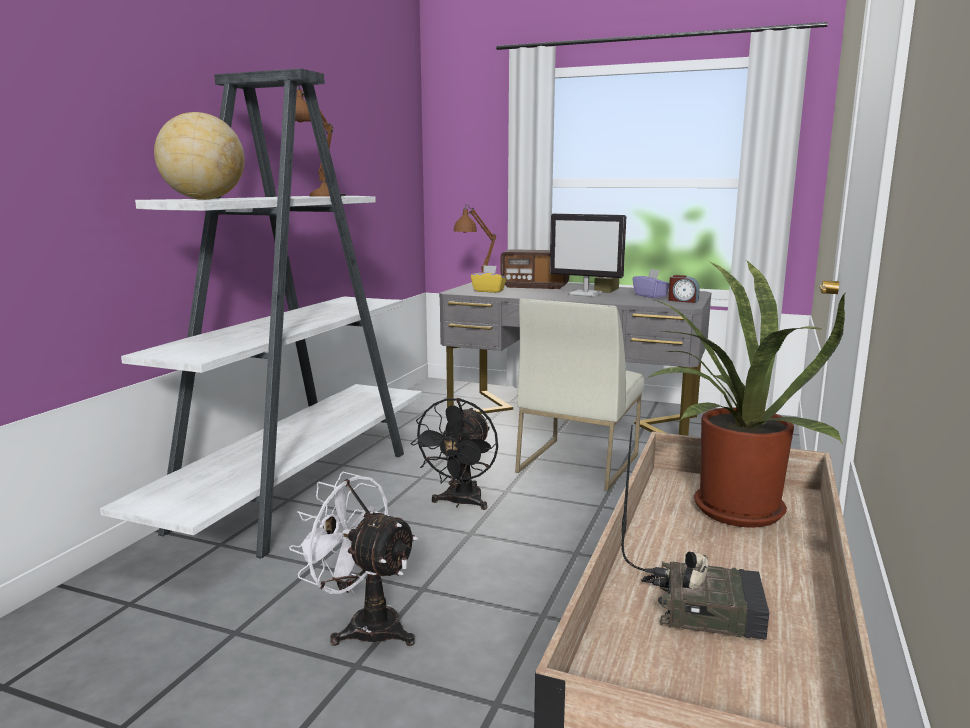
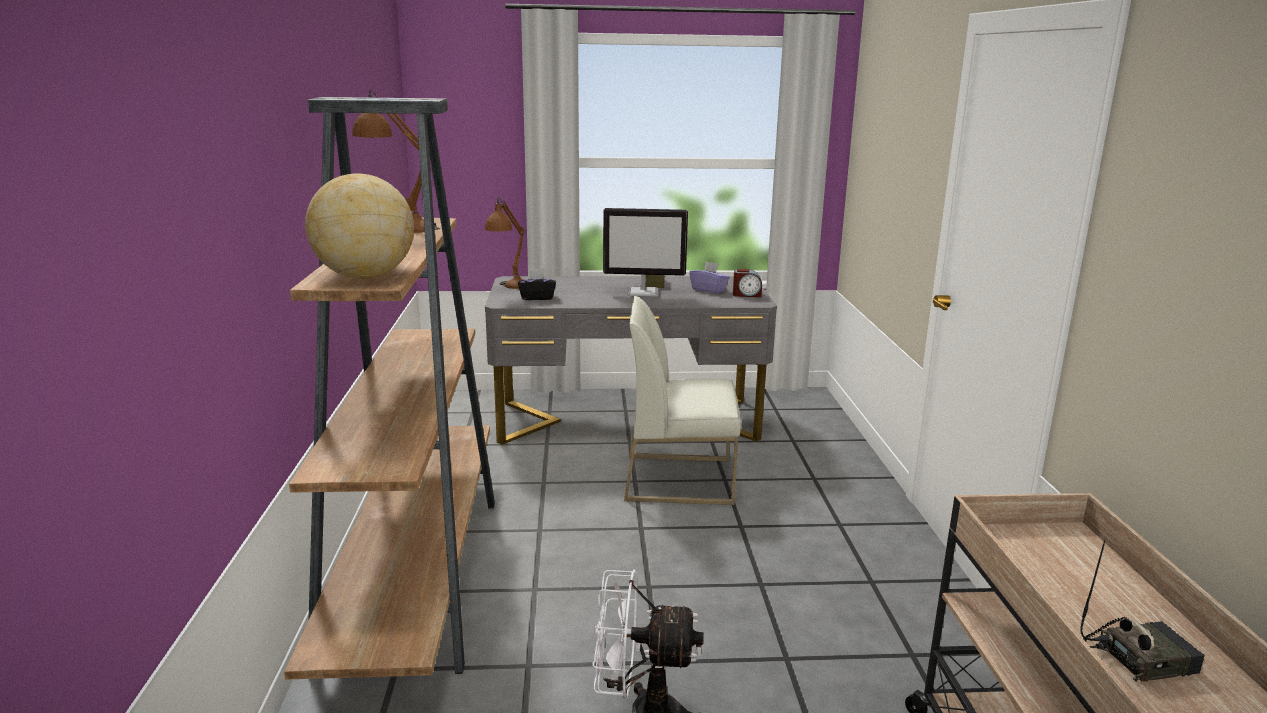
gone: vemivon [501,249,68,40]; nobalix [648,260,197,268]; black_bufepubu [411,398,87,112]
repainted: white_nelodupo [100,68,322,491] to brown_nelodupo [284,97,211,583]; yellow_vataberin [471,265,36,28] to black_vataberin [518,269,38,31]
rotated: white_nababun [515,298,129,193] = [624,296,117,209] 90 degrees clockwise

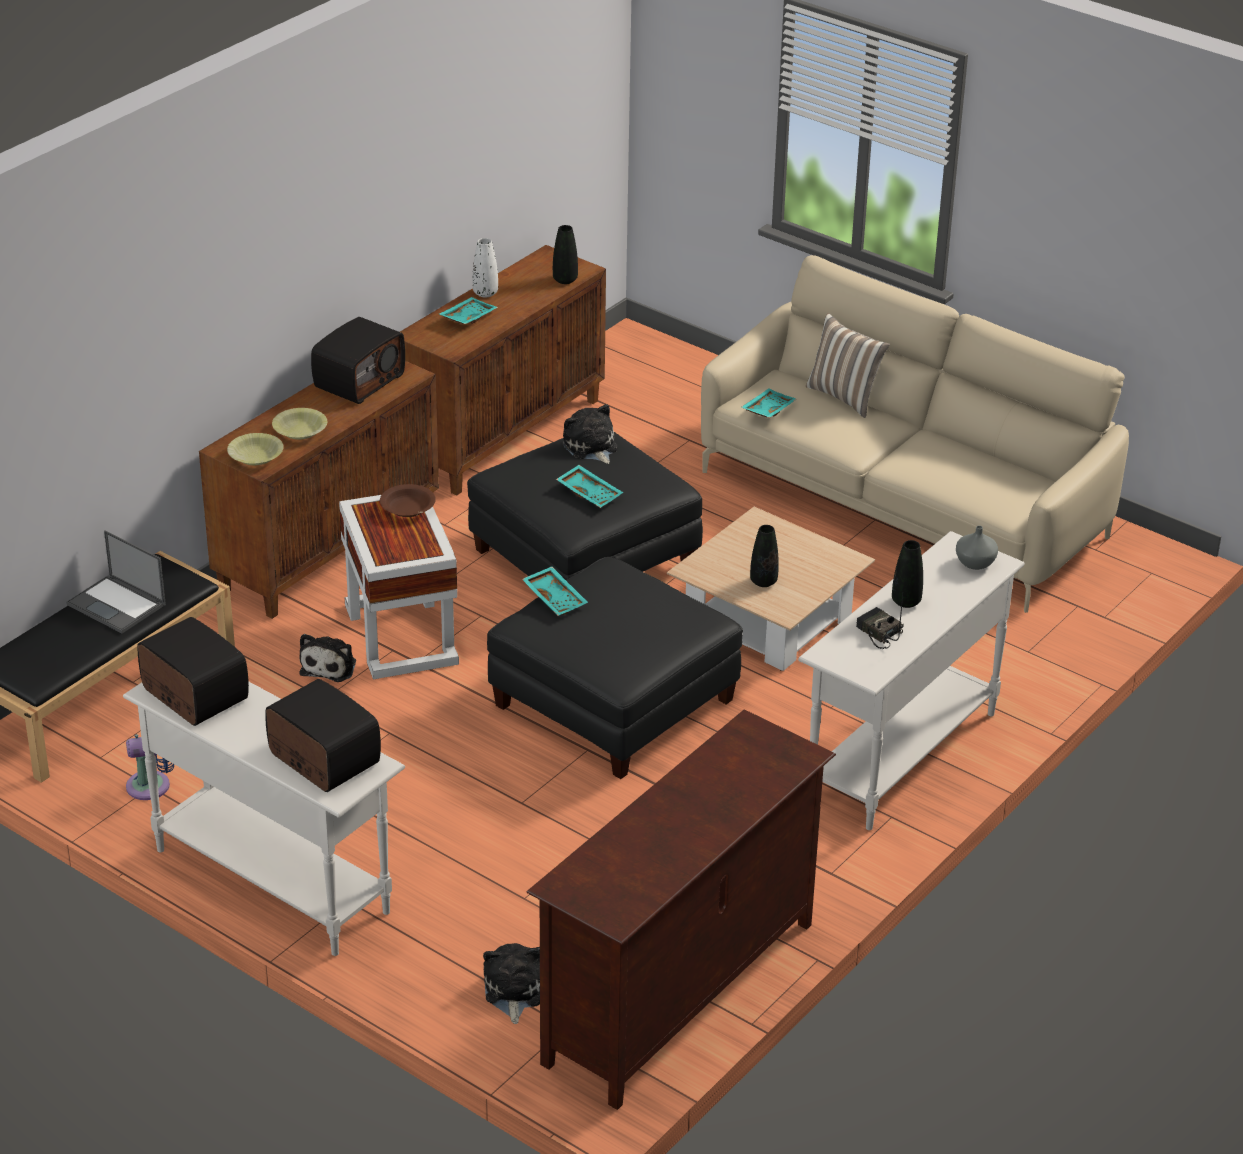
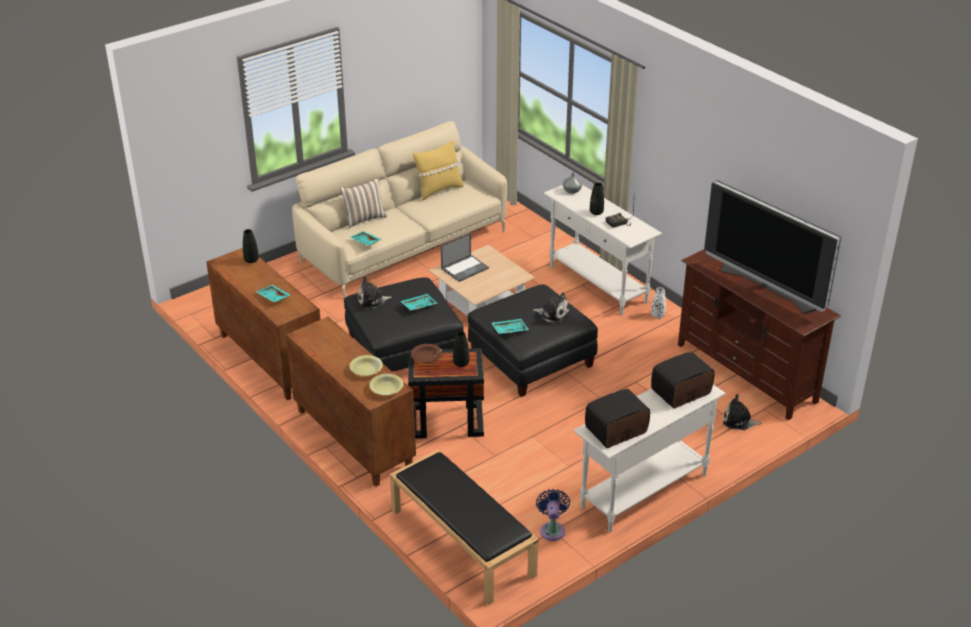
gone: vemivon [311,317,94,87]
new: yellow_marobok [413,140,51,60]; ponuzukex [704,180,137,133]
shifted: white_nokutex [473,238,25,60] to [651,287,15,32]; black_nokutex [750,525,29,62] to [453,331,16,36]; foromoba [66,530,100,103] to [441,233,48,49]; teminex [299,634,57,48] to [533,292,37,32]
repainted: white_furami [339,495,120,184] to black_furami [408,348,76,91]

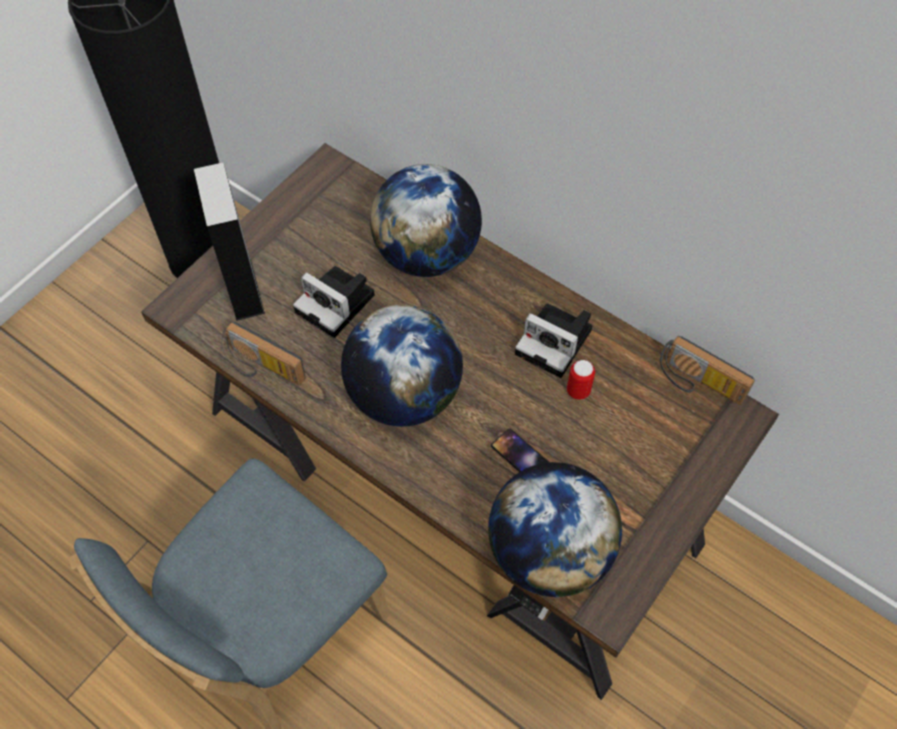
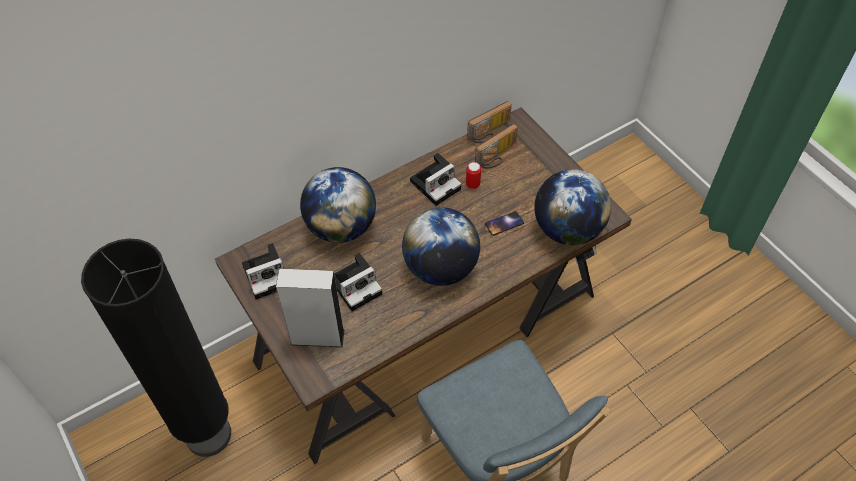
new: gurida [242,243,42,56]
shifted: vemivon [221,322,85,63] to [475,124,43,45]

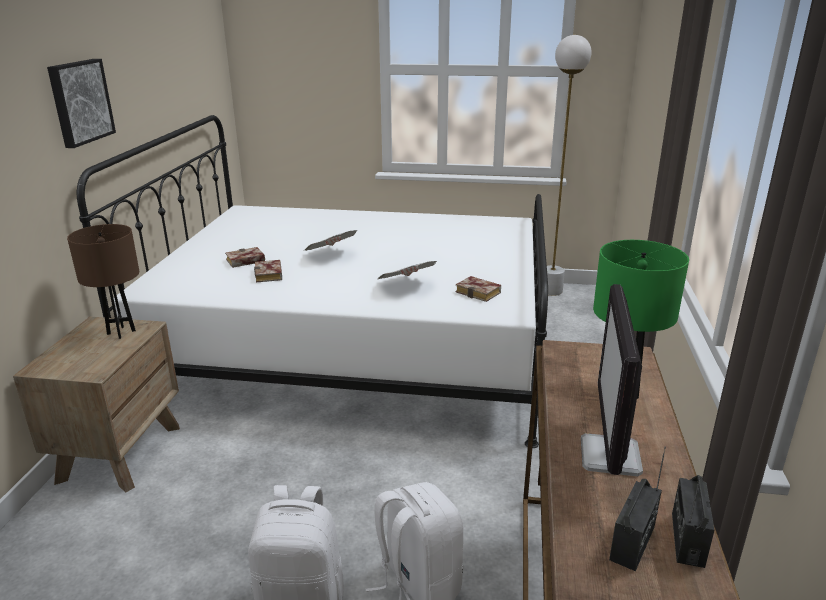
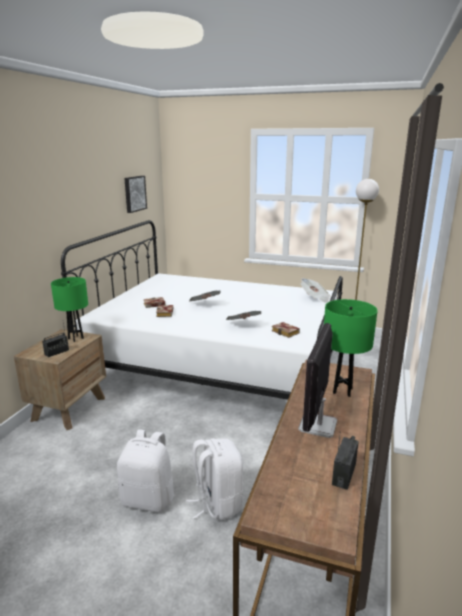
new: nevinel [301,278,30,25]
shifted: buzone [47,59,69,89] to [124,176,23,37]; vemivon [609,447,57,124] to [42,323,27,34]
repainted: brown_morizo [67,224,72,115] to green_morizo [51,277,37,65]

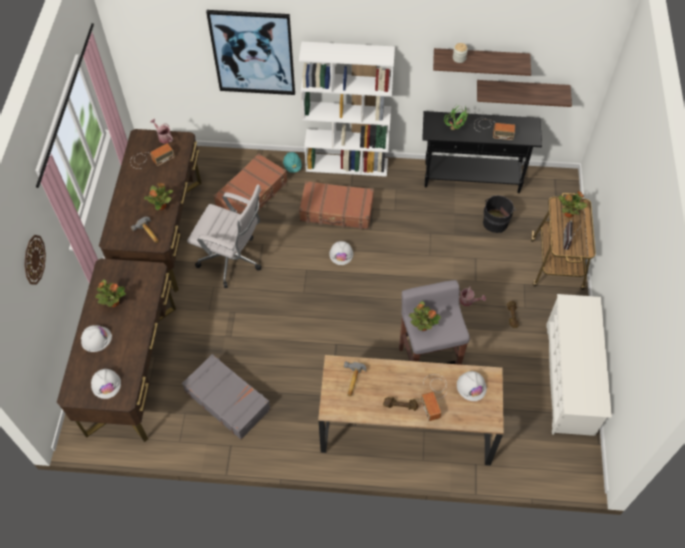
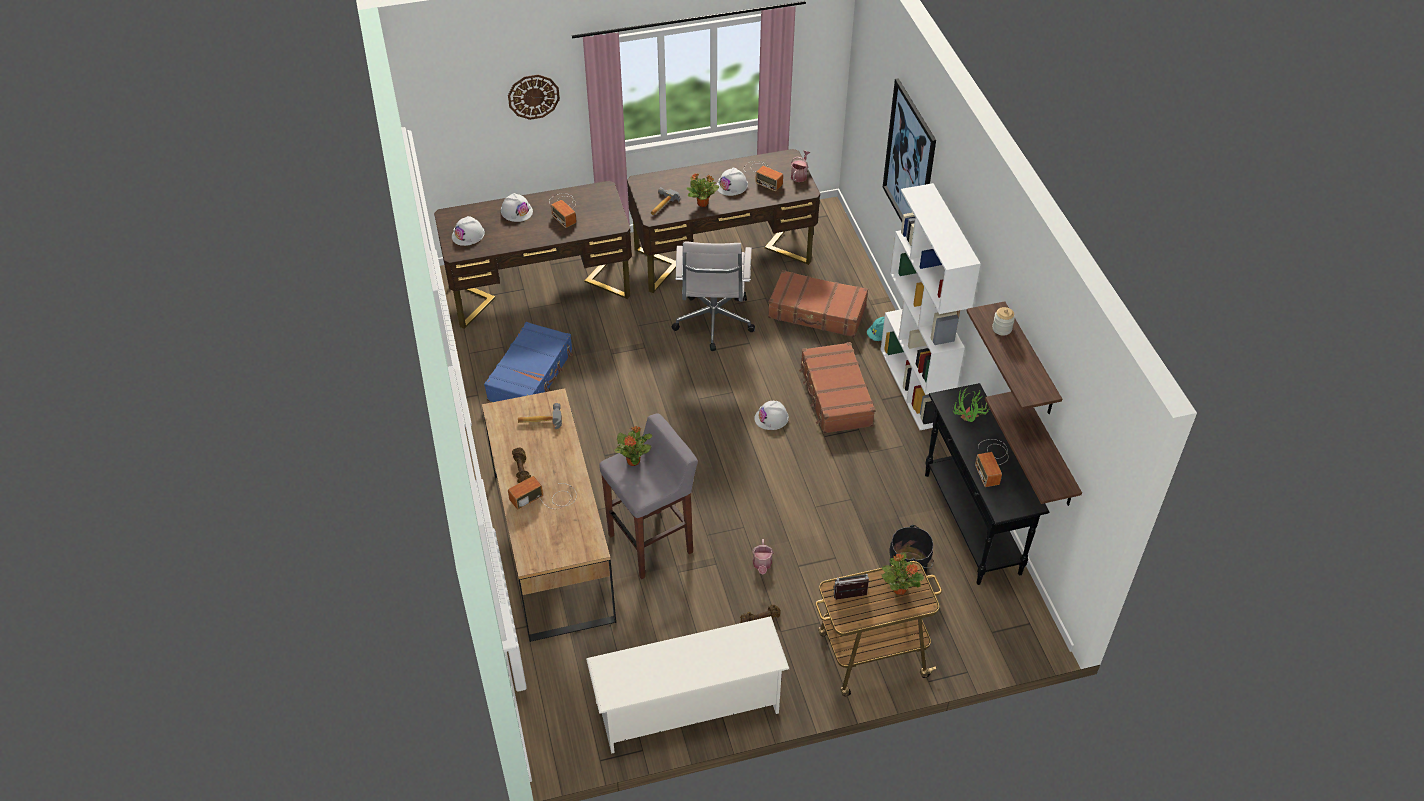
shifted: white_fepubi [457,371,30,30] to [717,168,31,28]
swapped: nobalix [95,279,31,28] to vemivon [549,193,27,35]
repainted: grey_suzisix [182,354,89,86] to blue_suzisix [484,322,89,80]

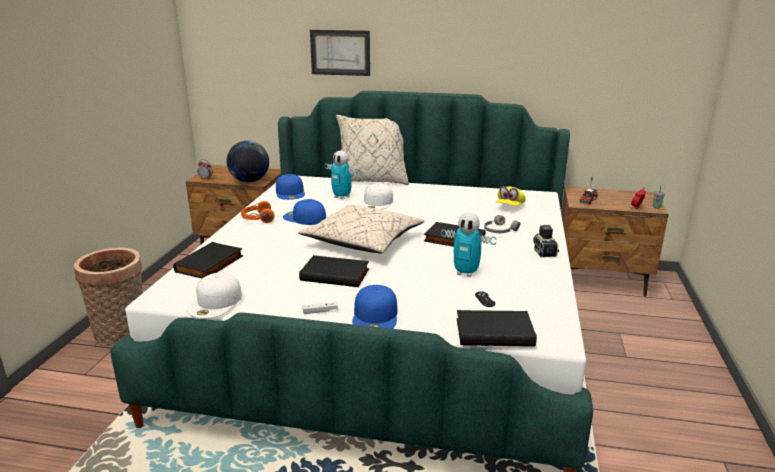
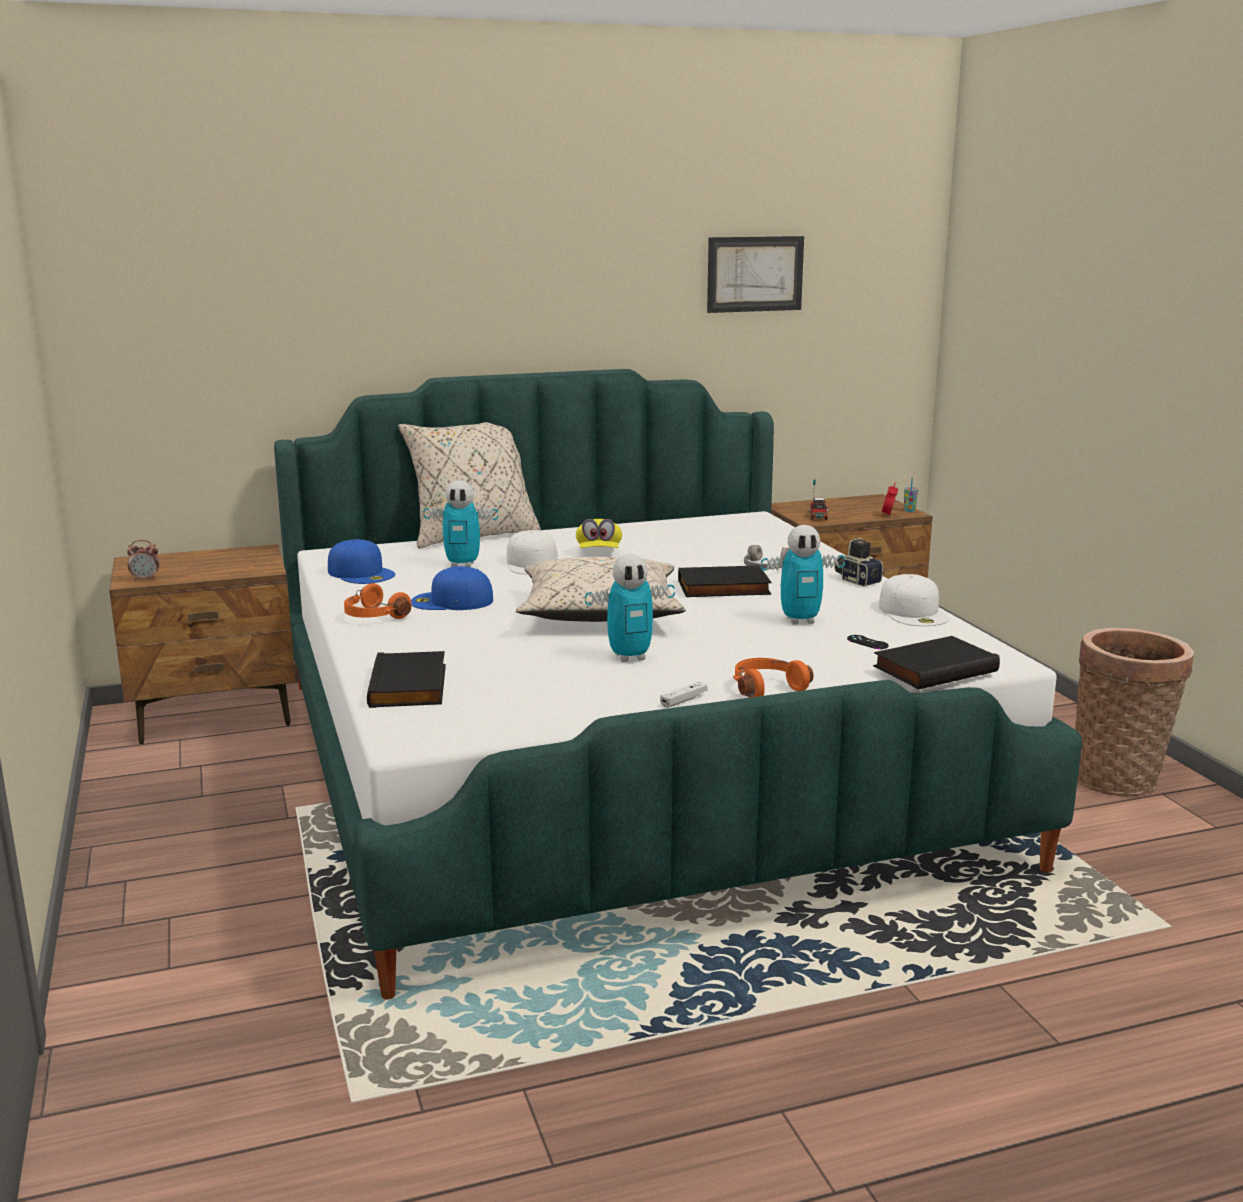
gone: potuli [227,141,42,41]
shifted: buzone [310,30,60,46] to [707,236,97,77]; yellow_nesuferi [496,186,30,20] to [576,519,46,29]; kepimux [74,248,69,98] to [1075,628,119,168]; white_nesuferi [187,273,55,45] to [879,574,70,52]
swapped: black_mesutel [299,255,70,32] to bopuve [585,554,90,108]; blue_nesuferi [352,285,46,44] to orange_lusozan [733,658,81,40]

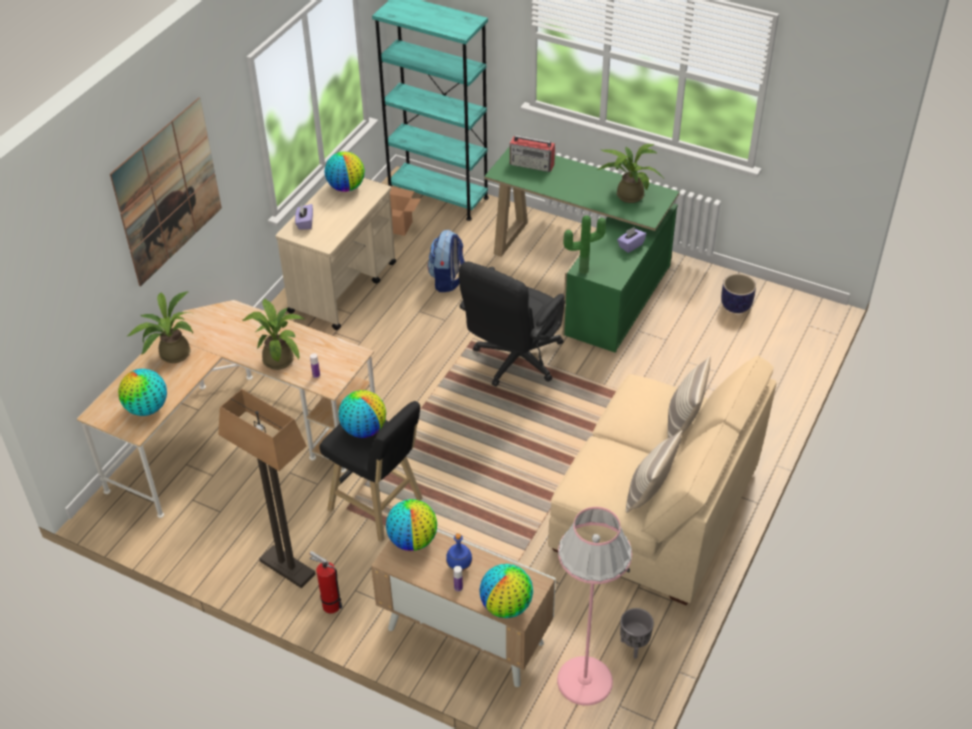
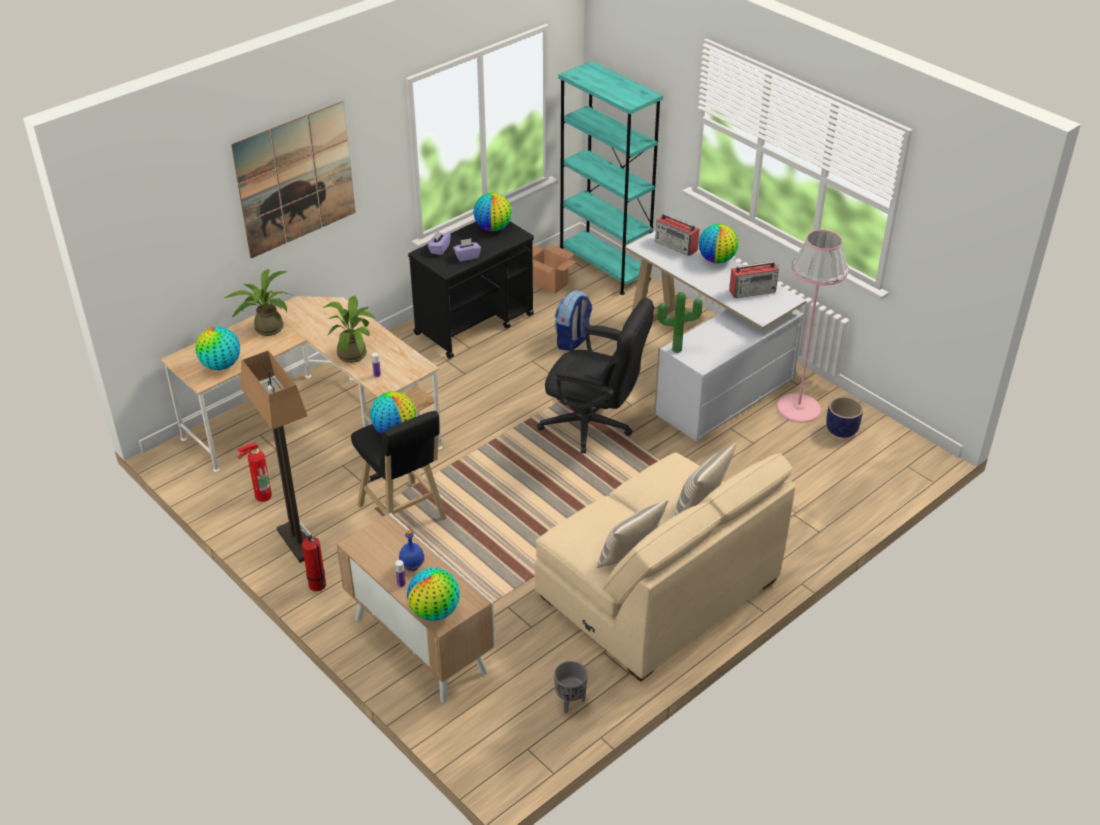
new: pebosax [237,443,35,59]
shifted: purple_vataberin [617,226,29,27] to [453,238,28,24]; potuli [386,499,51,52] to [699,224,39,40]; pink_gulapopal [557,507,75,199] to [776,230,73,193]
swapped: nobalix [597,144,66,59] to vemivon [729,261,50,37]
repainted: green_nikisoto [484,146,196,207] to white_nikisoto [625,231,182,211]; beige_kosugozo [275,178,121,152] to black_kosugozo [408,221,126,138]
rotated: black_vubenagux [459,261,106,125] = [537,298,117,155] 120 degrees counterclockwise

